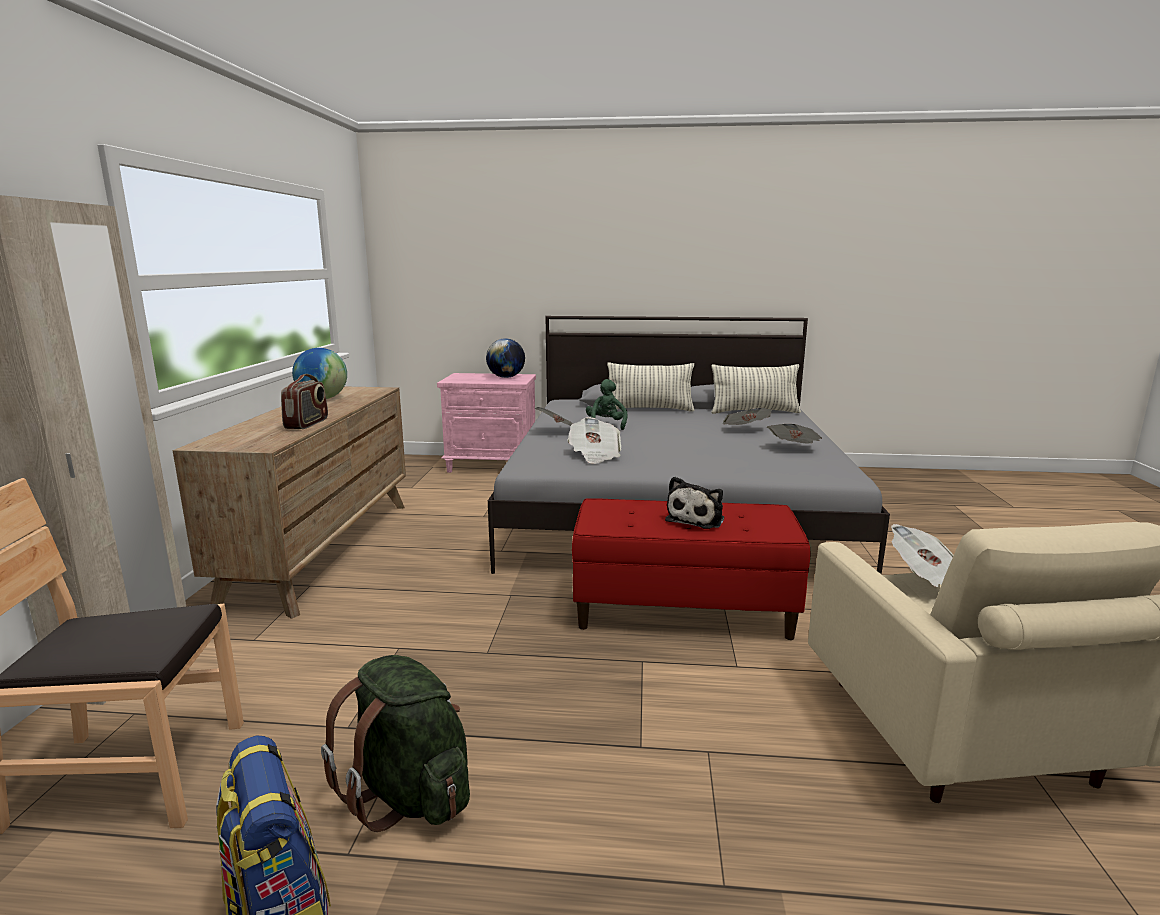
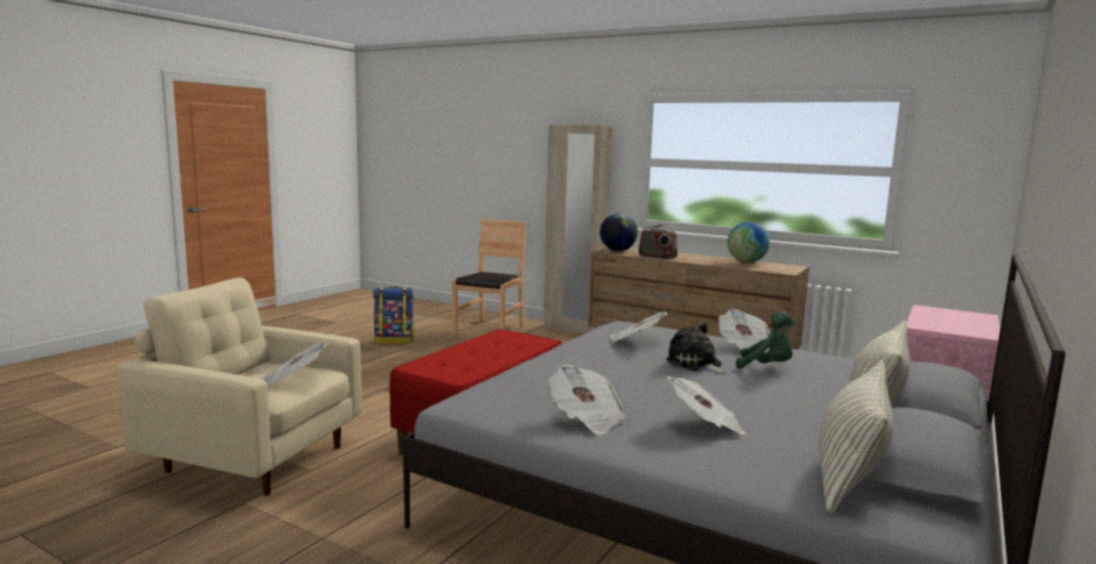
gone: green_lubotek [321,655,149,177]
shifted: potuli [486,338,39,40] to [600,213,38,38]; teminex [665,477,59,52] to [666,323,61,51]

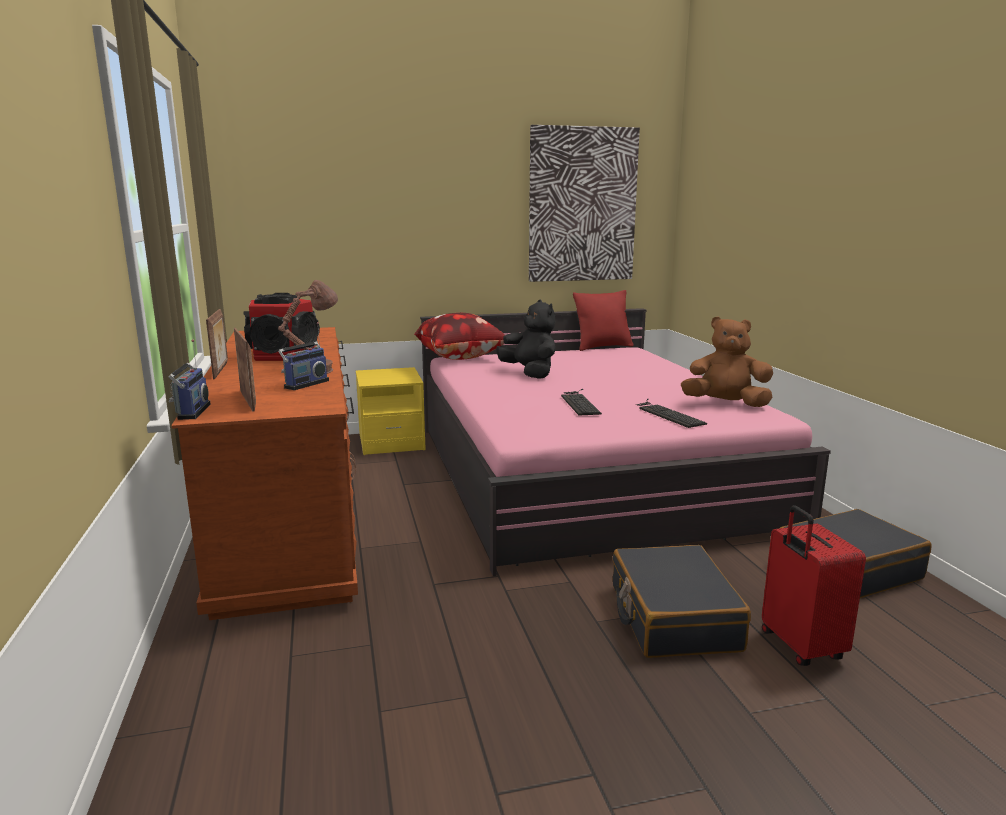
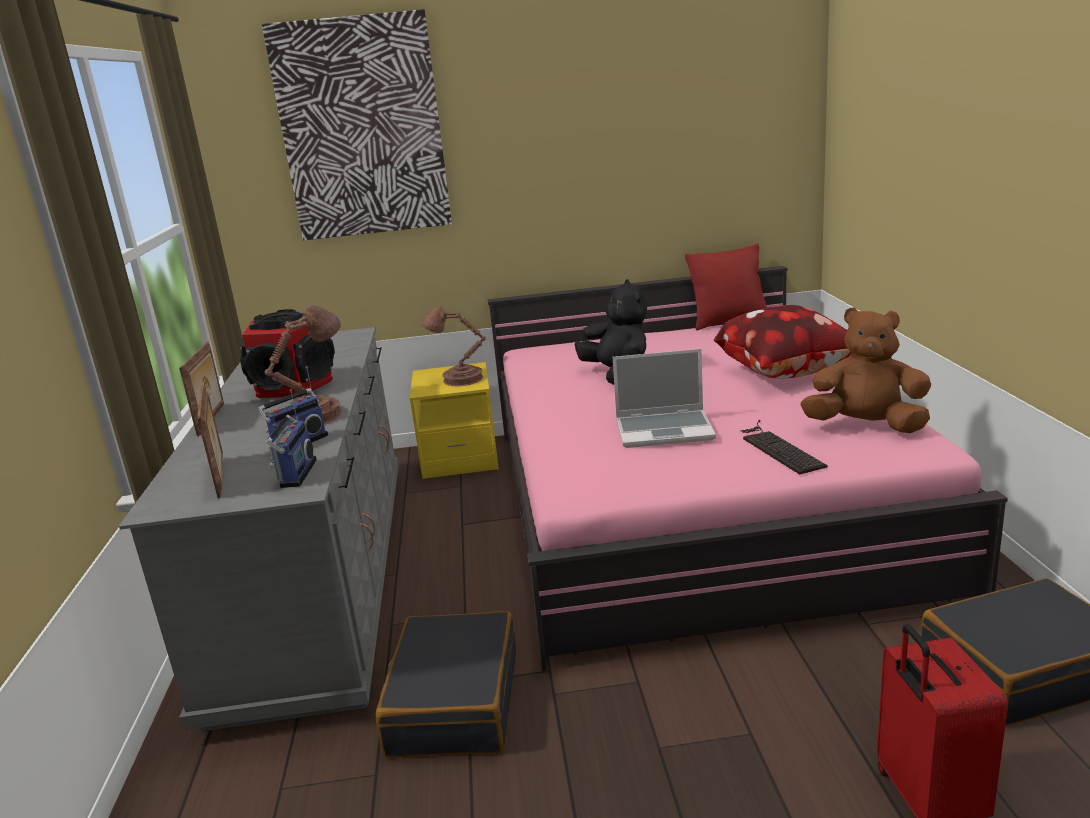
new: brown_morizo [421,306,65,80]
shifted: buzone [529,125,111,157] to [262,9,190,231]; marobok [414,313,91,47] to [714,305,137,74]; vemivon [169,339,42,81] to [266,389,51,99]; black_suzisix [613,545,138,113] to [376,611,140,146]
swapped: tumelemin [561,389,41,27] to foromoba [613,349,103,99]
repainted: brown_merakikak [171,327,187,293] to grey_merakikak [119,327,280,404]

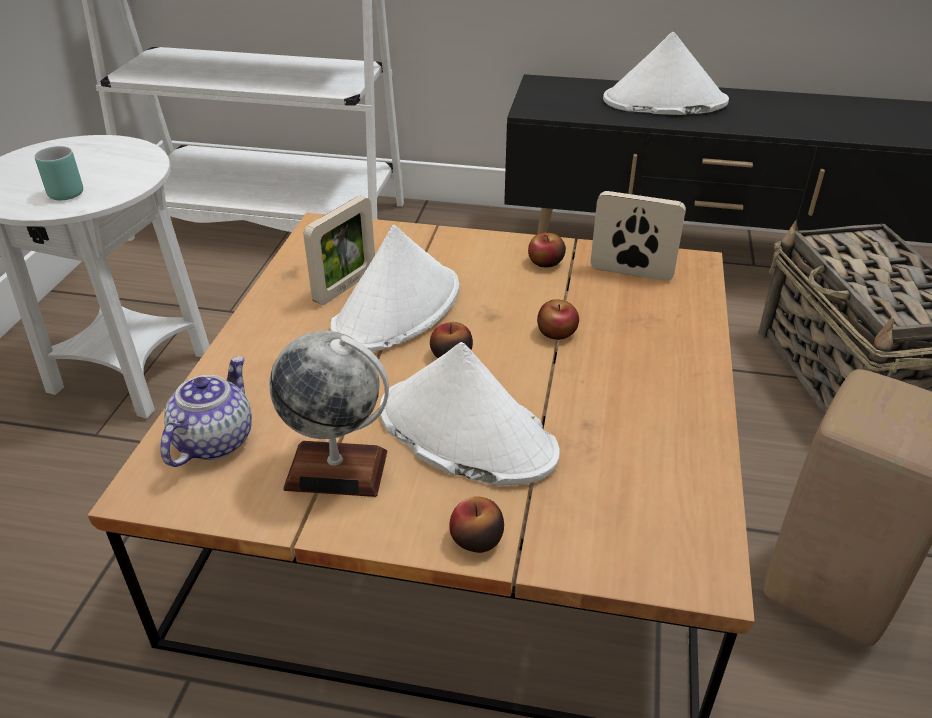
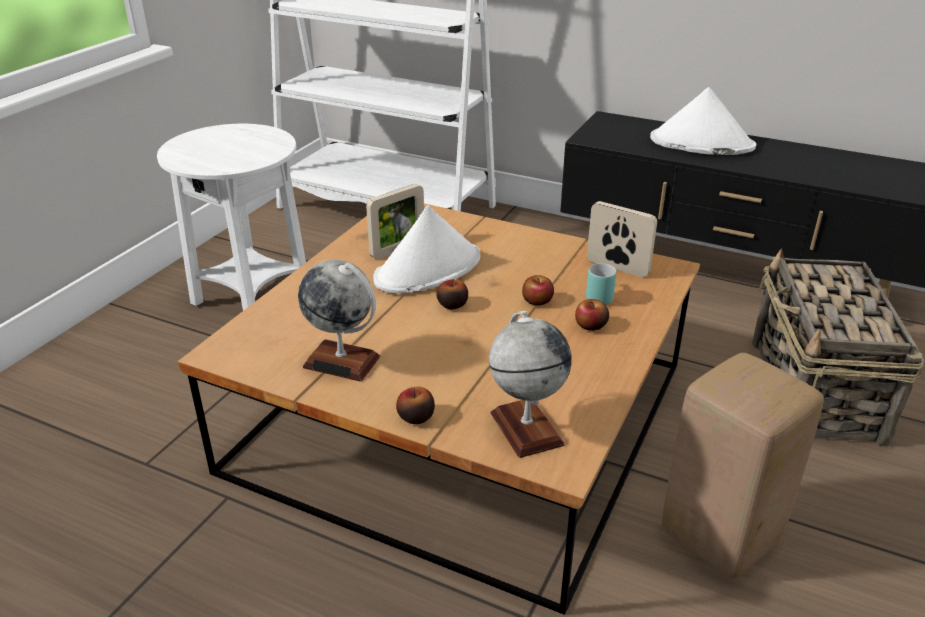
gone: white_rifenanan [380,342,180,144]; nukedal [160,356,92,111]
new: potuli [489,311,83,147]
shifted: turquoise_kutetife [35,146,48,54] to [586,263,30,42]; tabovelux [528,232,38,36] to [575,299,34,32]

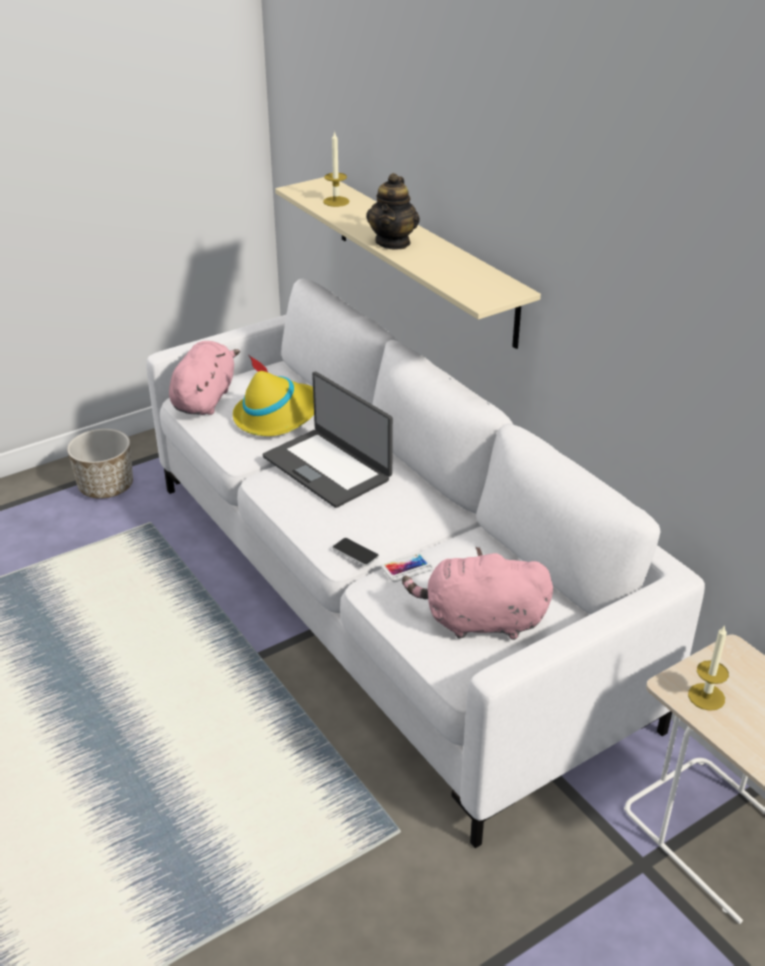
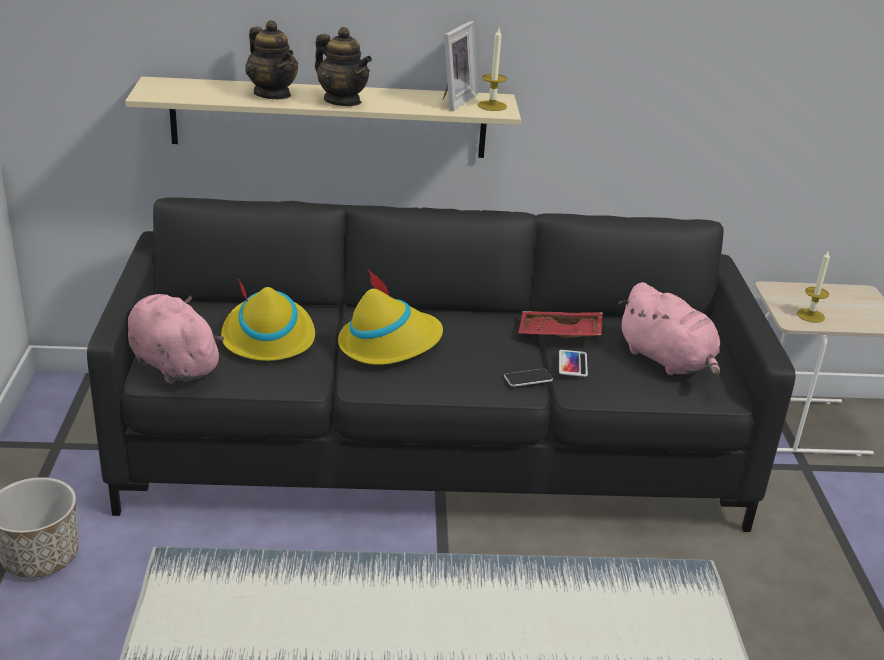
new: nukedal [245,20,53,79]; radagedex [443,21,35,90]; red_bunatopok [518,311,85,27]
shifted: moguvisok [323,131,26,76] to [478,28,29,83]
swapped: foromoba [262,372,131,136] to yellow_rifenanan [338,268,105,97]
repainted: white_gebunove [146,278,559,570] to black_gebunove [87,197,709,335]
rotated: pink_teminex [402,547,151,93] = [618,282,102,95] 75 degrees counterclockwise

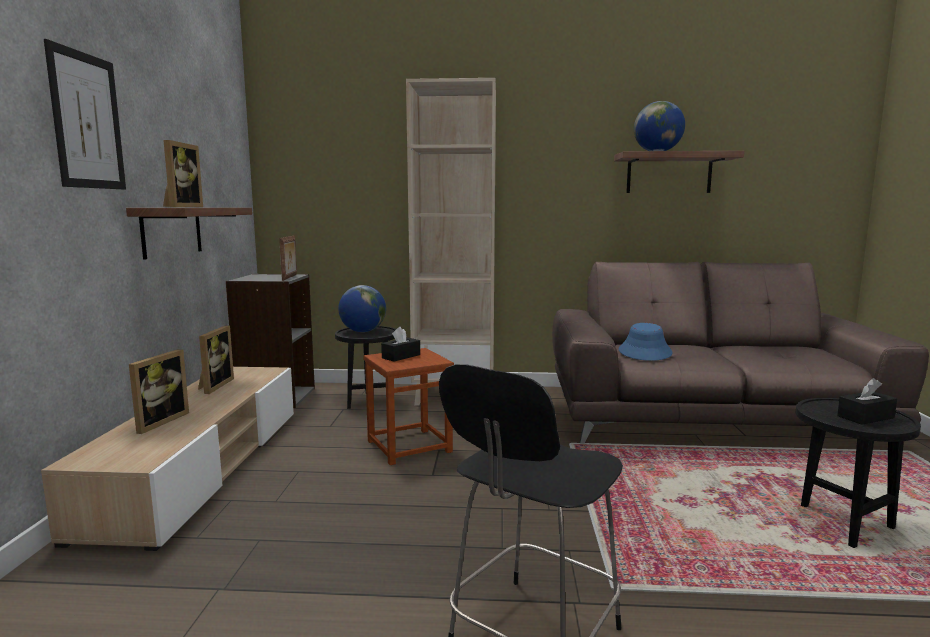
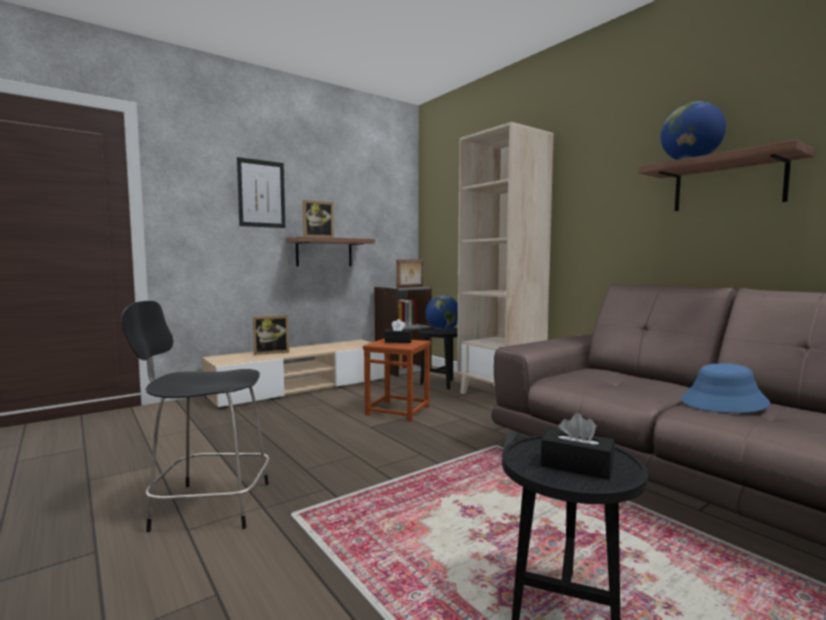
gone: radagedex [198,325,36,69]
shifted: blue_rifenanan [619,323,53,38] to [681,364,89,49]

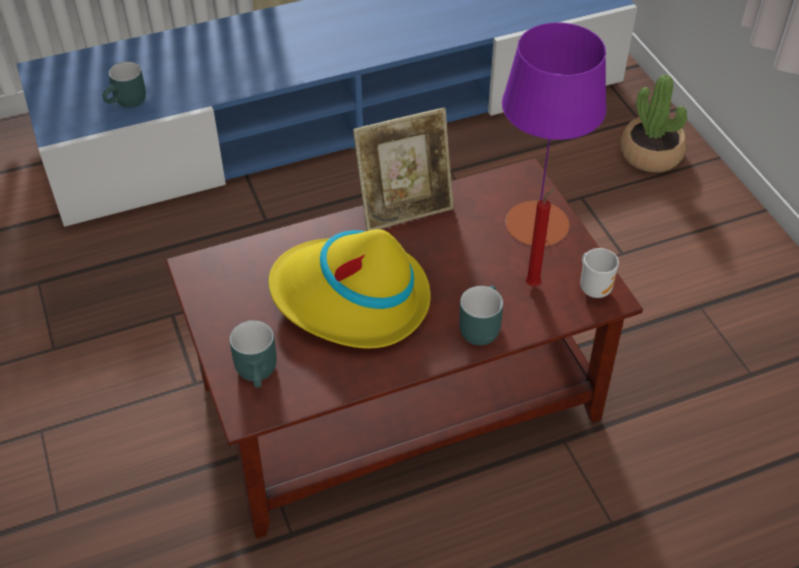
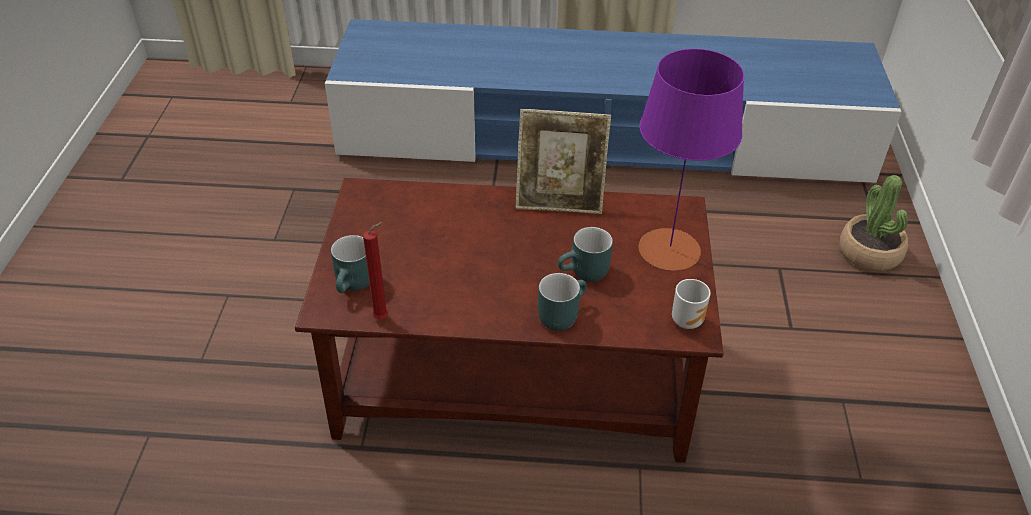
gone: yellow_rifenanan [268,229,163,120]
shifted: turquoise_kutetife [103,61,43,47] to [558,227,55,55]; red_moguvisok [526,188,29,98] to [363,222,25,97]

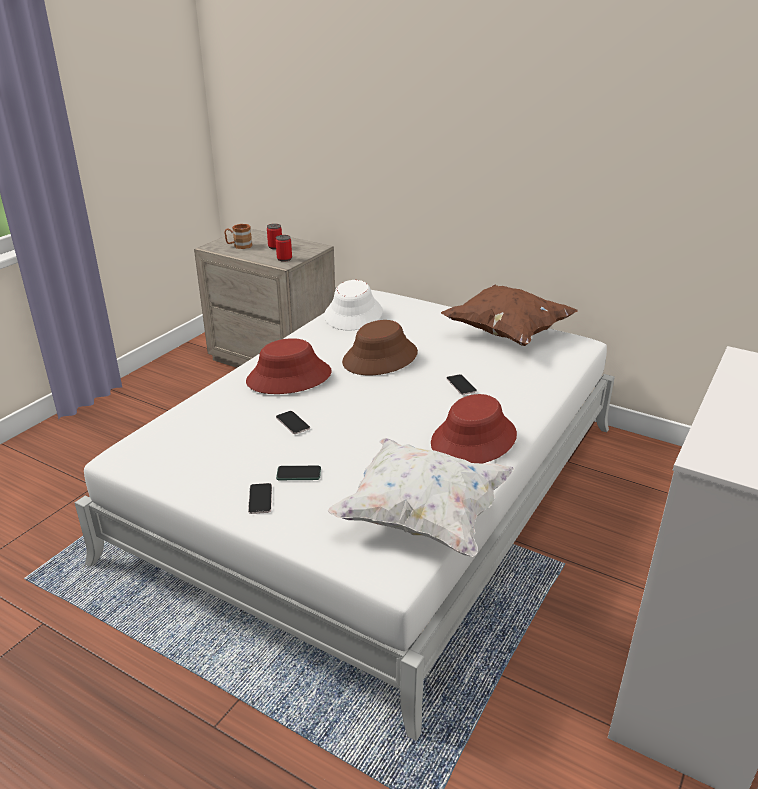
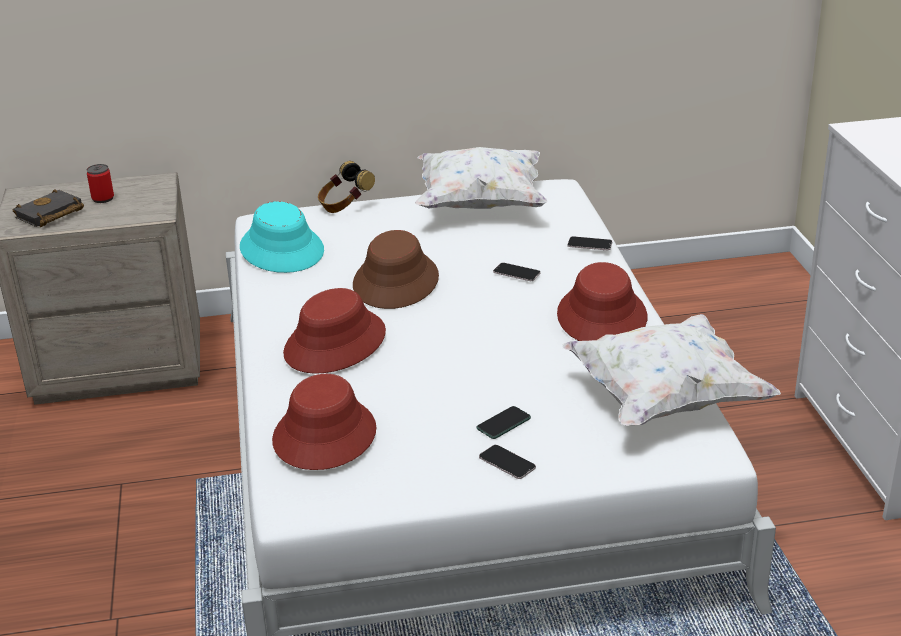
gone: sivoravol [276,235,16,26]
new: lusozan [318,161,57,52]; red_rifenanan [272,374,104,96]
shifted: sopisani [276,411,34,23] to [567,236,45,14]
swapped: brown_kutetife [224,224,28,25] to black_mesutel [13,189,71,38]
repainted: white_rifenanan [324,280,59,51] to turquoise_rifenanan [240,201,84,72]; brown_marobok [441,284,137,62] to white_marobok [415,147,132,62]

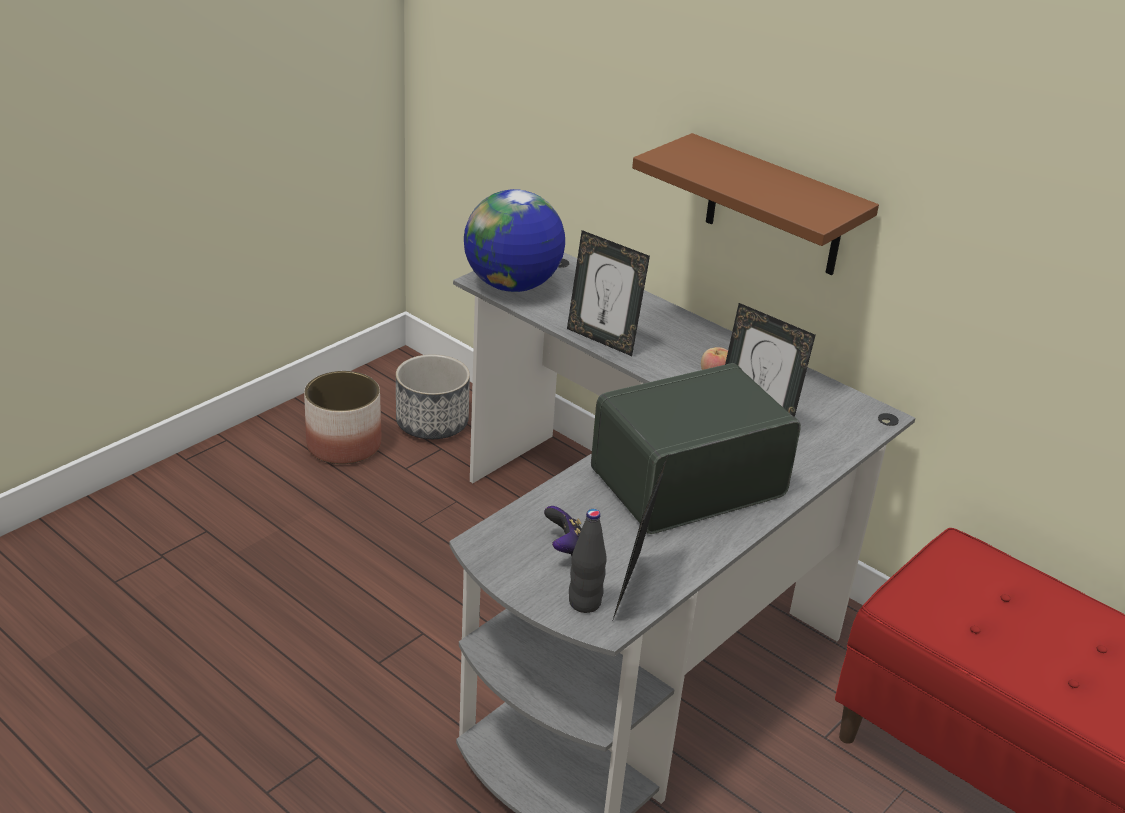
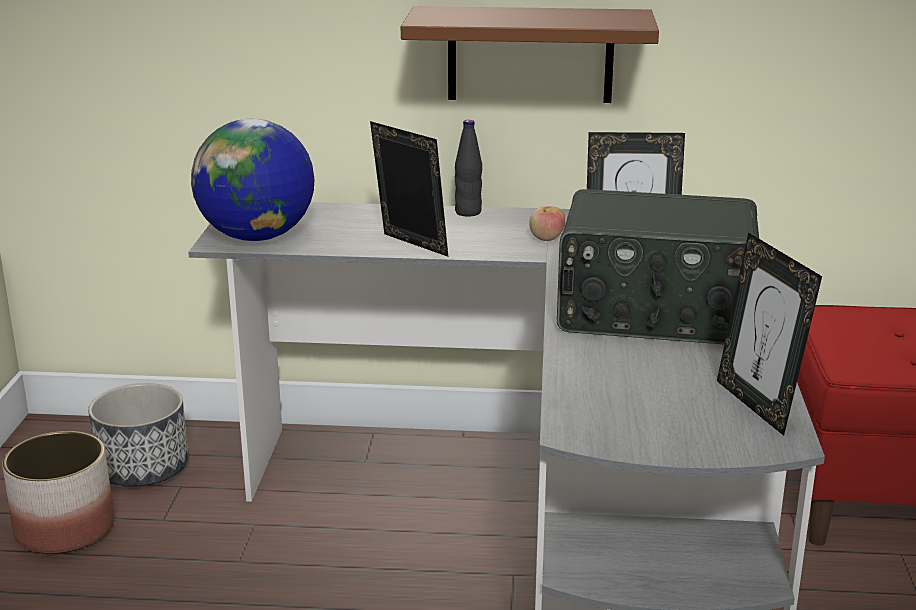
gone: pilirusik [544,506,38,50]
shifted: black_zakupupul [569,509,37,104] to [455,120,27,97]
rotated: radagedex [567,230,83,126] = [370,121,78,136] 135 degrees counterclockwise; vemivon [591,363,210,171] = [557,189,202,155] 105 degrees counterclockwise

